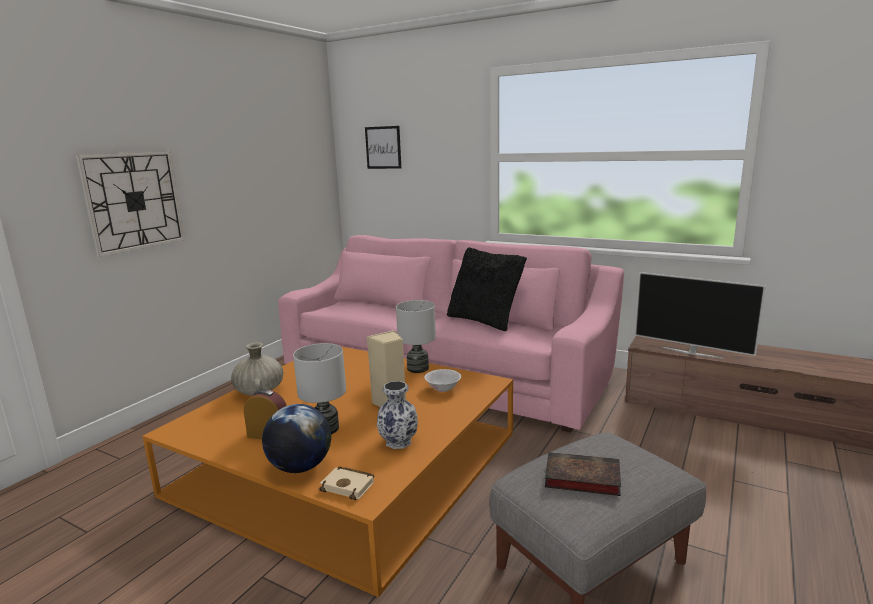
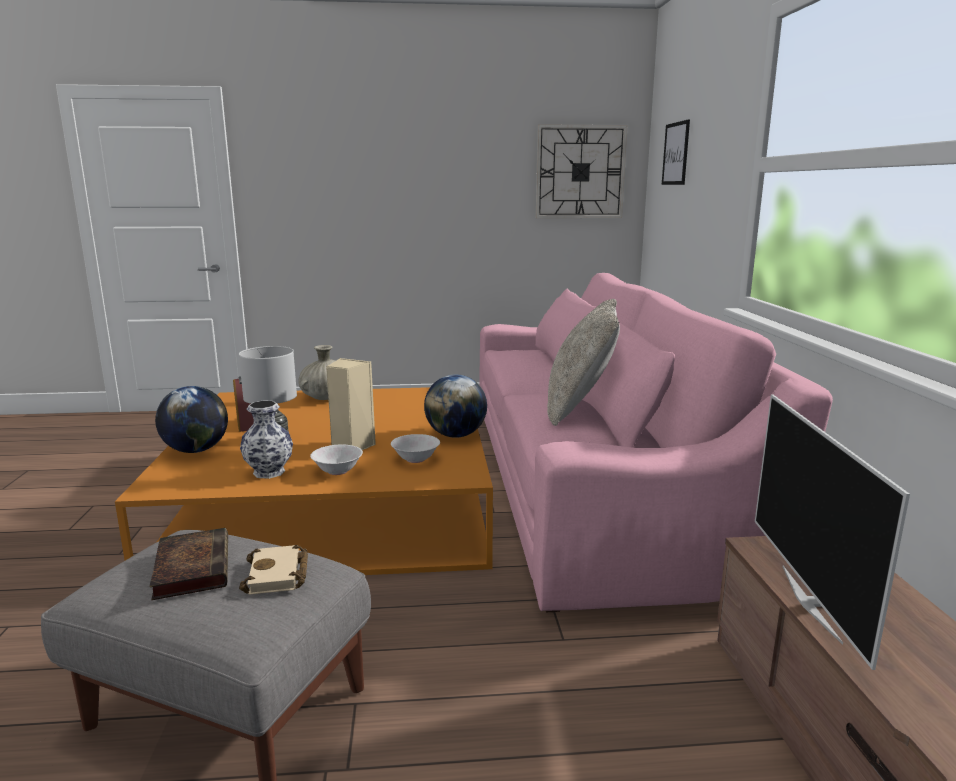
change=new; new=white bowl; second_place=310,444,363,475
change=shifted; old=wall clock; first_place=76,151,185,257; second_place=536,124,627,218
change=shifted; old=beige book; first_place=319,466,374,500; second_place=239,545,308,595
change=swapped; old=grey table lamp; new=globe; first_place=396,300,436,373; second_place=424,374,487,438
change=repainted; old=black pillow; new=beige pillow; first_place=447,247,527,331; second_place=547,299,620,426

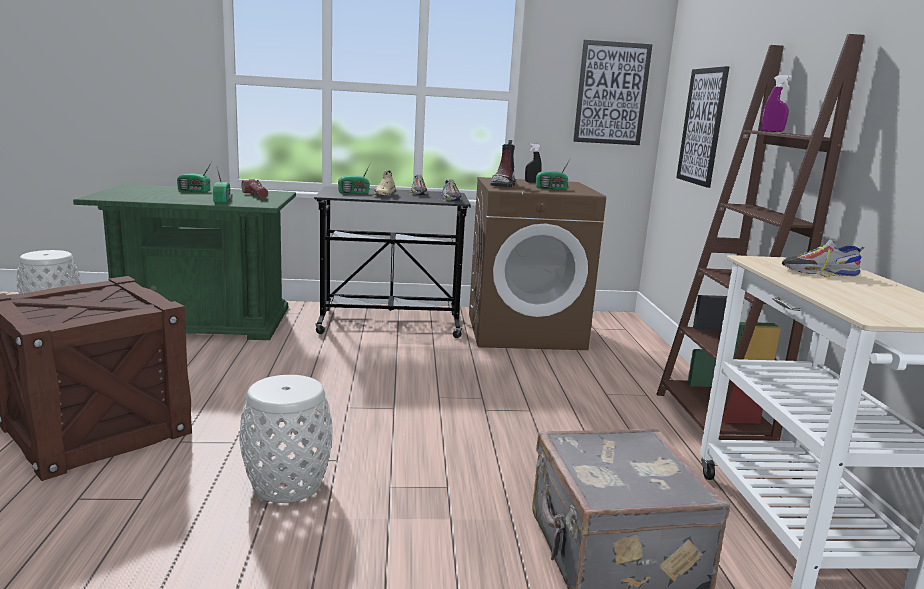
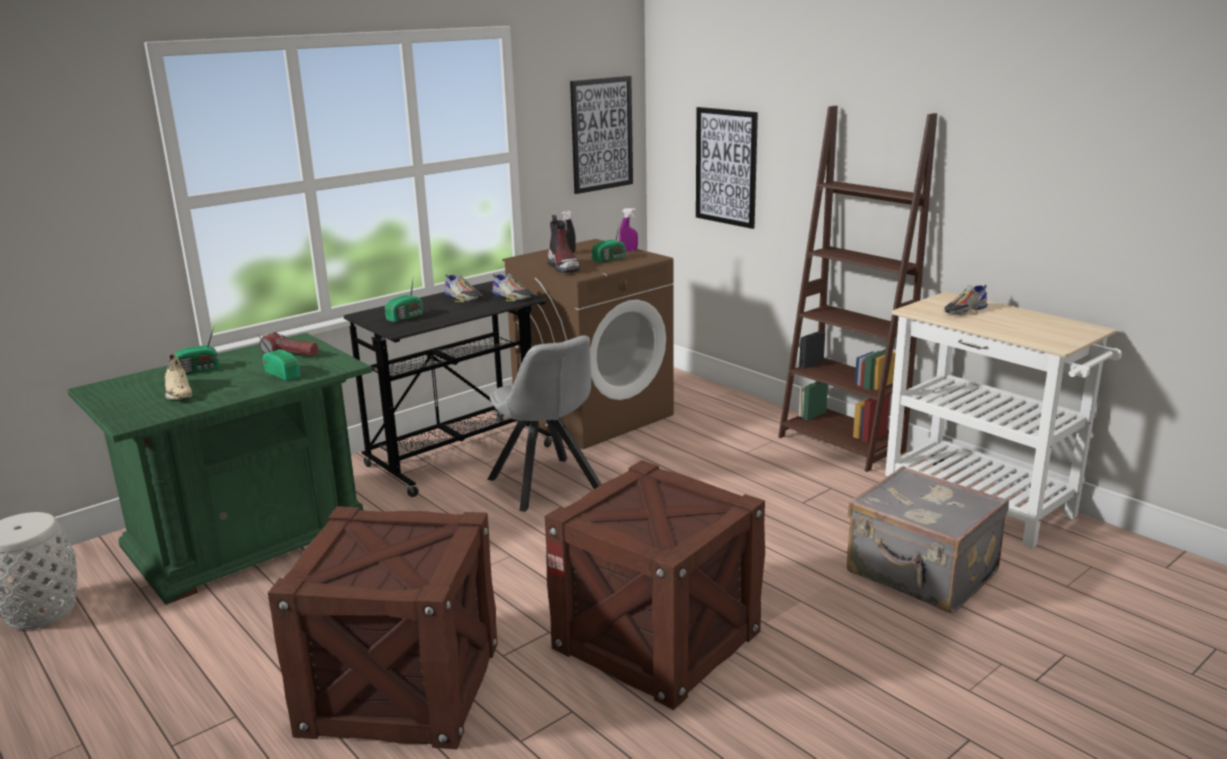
change=new; new=grey chair; second_place=487,335,602,512
change=shifted; old=beige shoe; first_place=373,171,396,196; second_place=165,353,192,399
change=shifted; old=purple spray bottle; first_place=762,75,792,132; second_place=619,208,638,251
change=swapped; old=white stool; new=crate; first_place=239,375,333,503; second_place=545,460,765,710

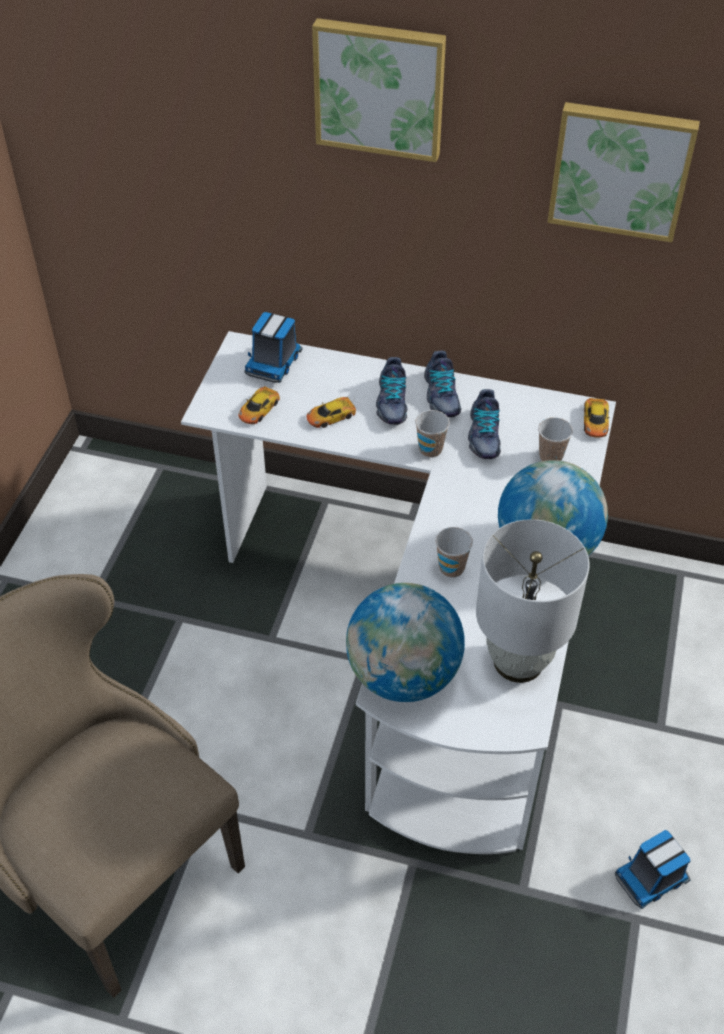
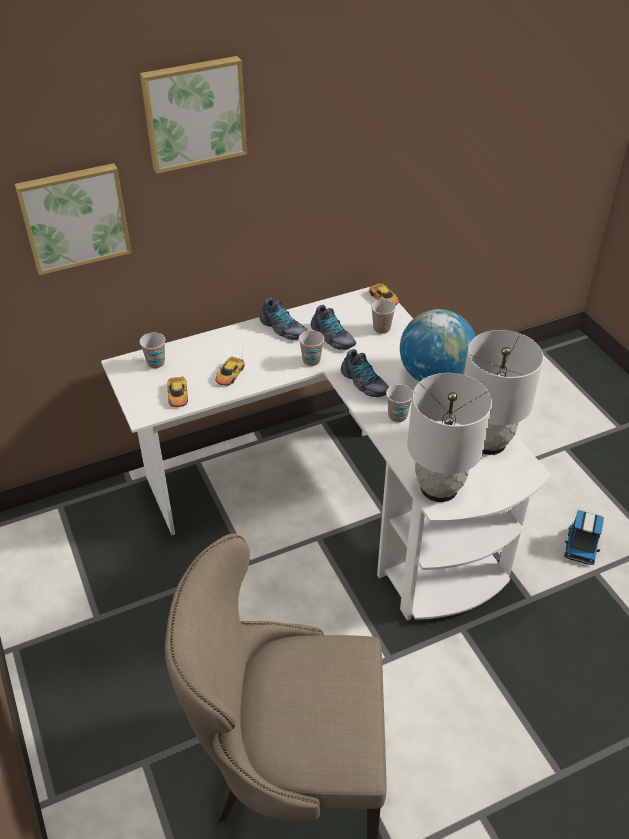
change=shifted; old=shoe; first_place=376,357,407,425; second_place=341,349,389,397
change=shifted; old=picture; first_place=547,102,700,242; second_place=15,163,132,275
change=swapped; old=toy truck; new=cup; first_place=244,312,303,383; second_place=139,332,165,368
change=swapped; old=globe; new=white table lamp; first_place=346,583,465,702; second_place=407,373,492,502

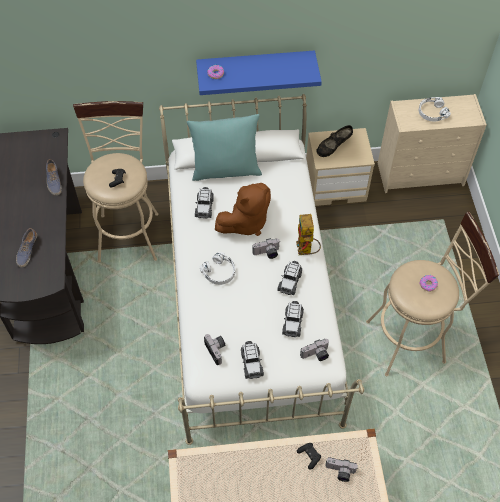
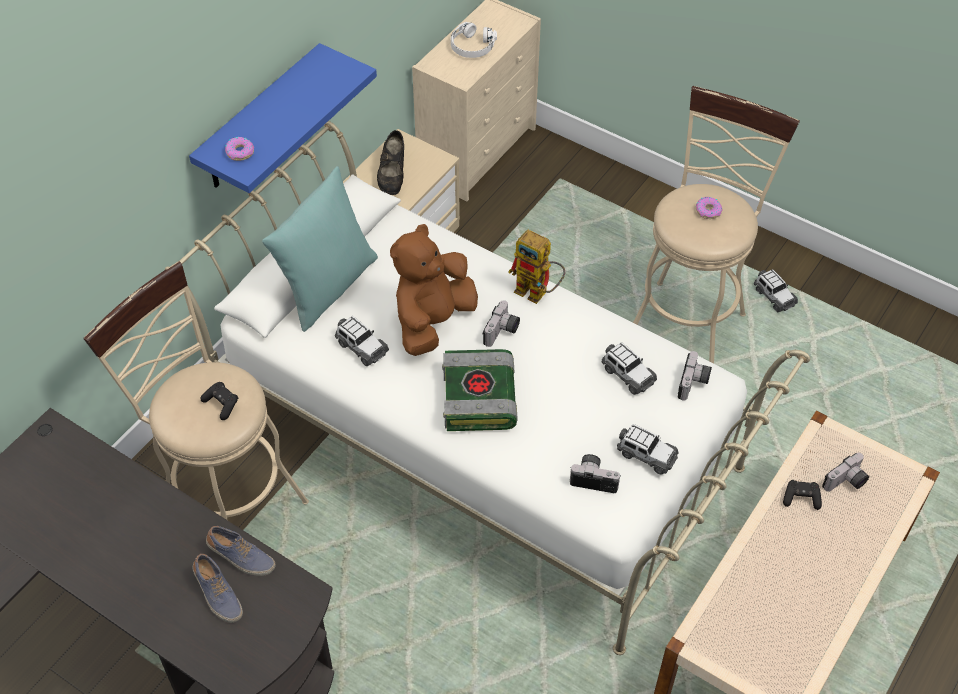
change=shifted; old=shoe; first_place=46,159,62,196; second_place=206,526,276,576
change=shifted; old=toy car; first_place=277,261,303,295; second_place=754,269,798,312
change=swapped; old=white headphones; new=book; first_place=200,252,236,285; second_place=442,349,518,431
change=rotated; old=brown plush toy; first_place=215,183,271,236; second_place=390,224,478,356; degrees=-150

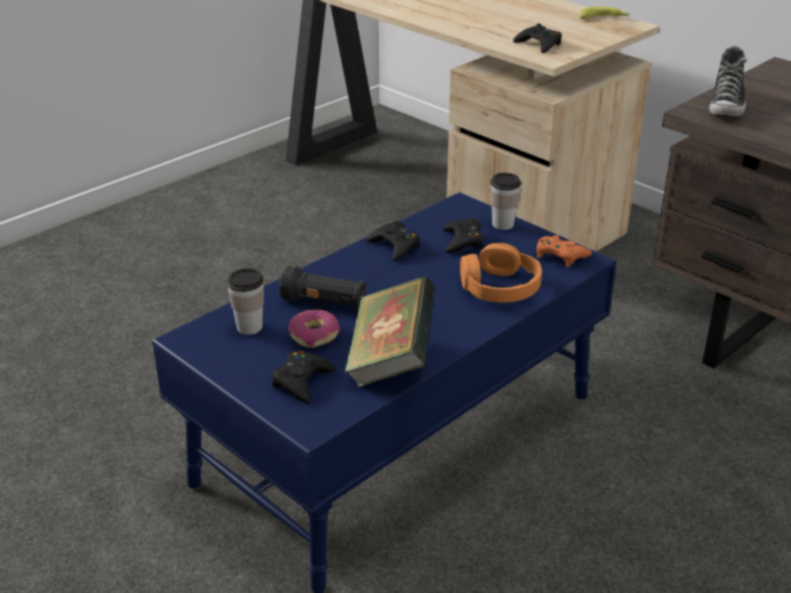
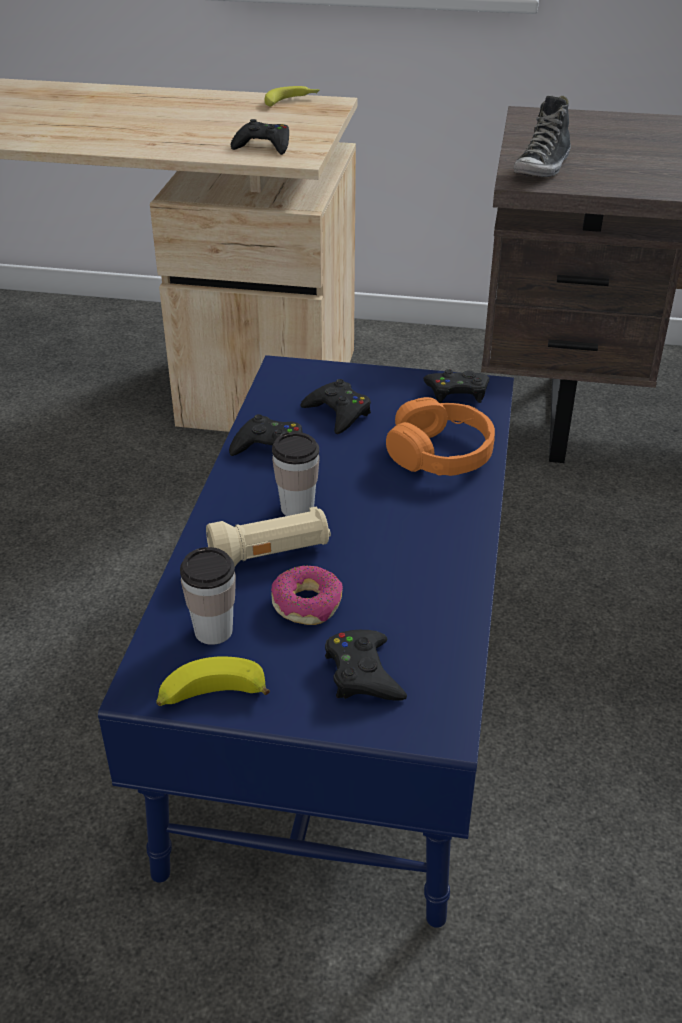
change=gone; old=book; first_place=345,276,435,387
change=new; new=banana; second_place=156,656,270,706
change=shifted; old=cup; first_place=490,173,521,230; second_place=272,432,320,516
change=repainted; old=black flashlight; new=beige flashlight; first_place=279,265,366,308; second_place=206,506,331,566
change=repainted; old=orange game controller; new=black game controller; first_place=537,235,592,267; second_place=423,369,489,403
change=rotated; old=shoe; first_place=709,46,746,117; second_place=514,96,571,177; degrees=45

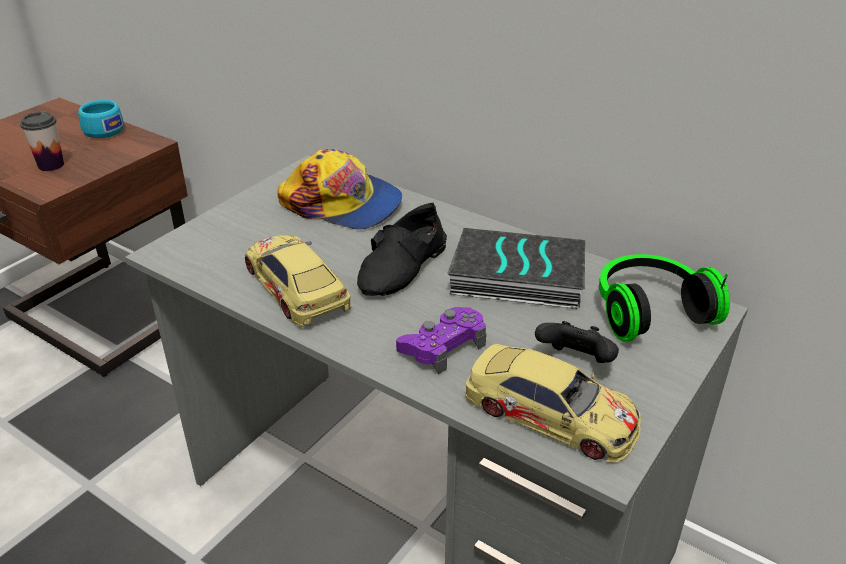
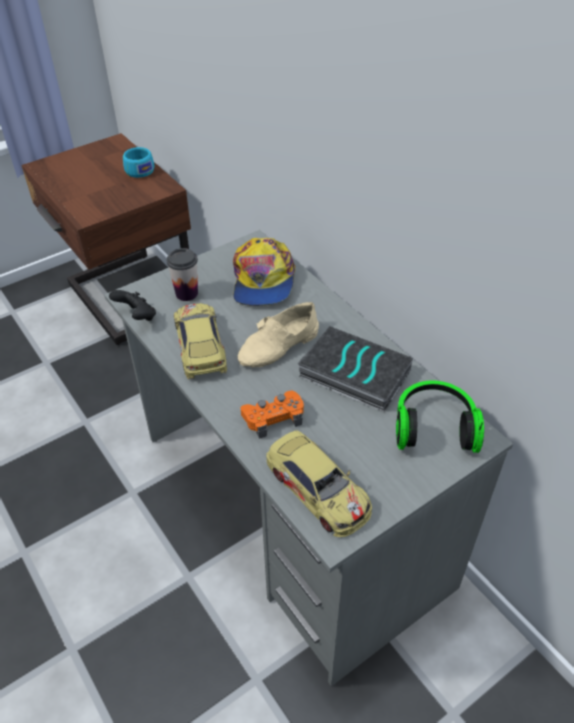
change=shifted; old=cup; first_place=20,112,64,171; second_place=166,248,198,301
change=shifted; old=black game controller; first_place=535,321,619,363; second_place=109,290,156,321
change=repainted; old=black shoe; new=beige shoe; first_place=357,203,447,296; second_place=238,302,319,368
change=repainted; old=purple game controller; new=orange game controller; first_place=396,307,486,374; second_place=241,391,304,439
change=rotated; old=cap; first_place=277,149,402,230; second_place=233,238,295,306; degrees=45

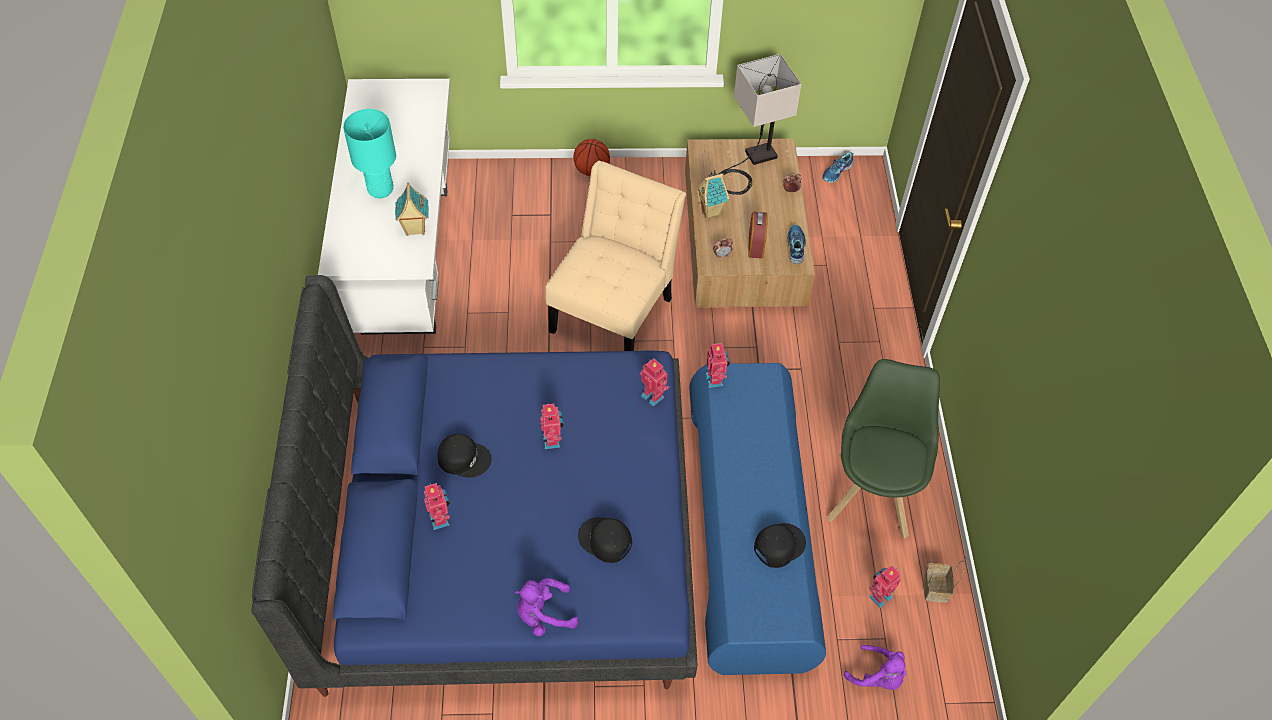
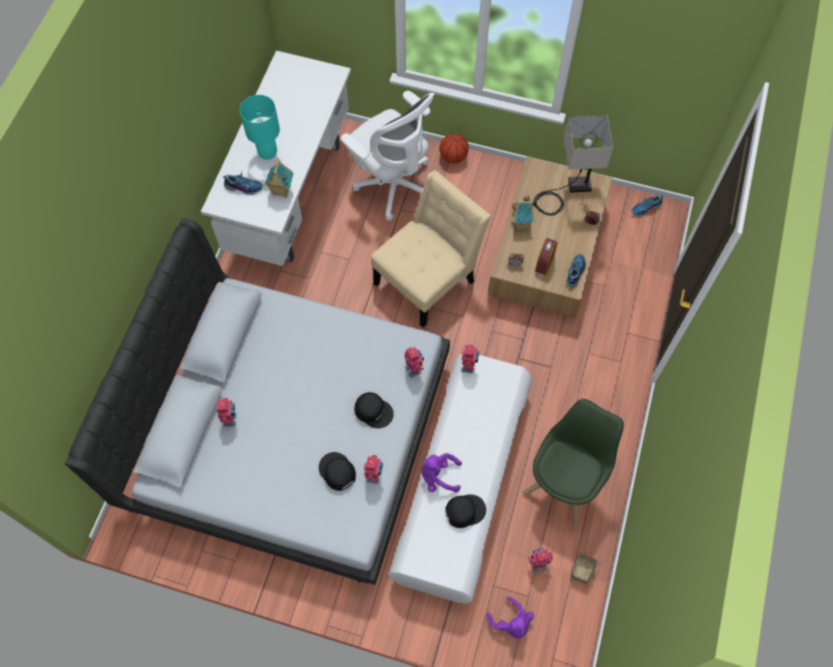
change=new; new=shoe; second_place=223,170,263,195
change=new; new=white office chair; second_place=341,91,435,221
change=shifted; old=black cap; first_place=437,433,491,478; second_place=354,392,394,428
change=shifted; old=purple plush toy; first_place=515,578,578,636; second_place=421,453,462,492
change=shifted; old=toy robot; first_place=540,402,564,449; second_place=364,455,383,484
change=repainted; old=blue bed; new=grey bed; first_place=251,275,697,697; second_place=65,218,450,585
change=repainted; old=blue bench; new=white bench; first_place=690,363,826,675; second_place=389,354,532,603

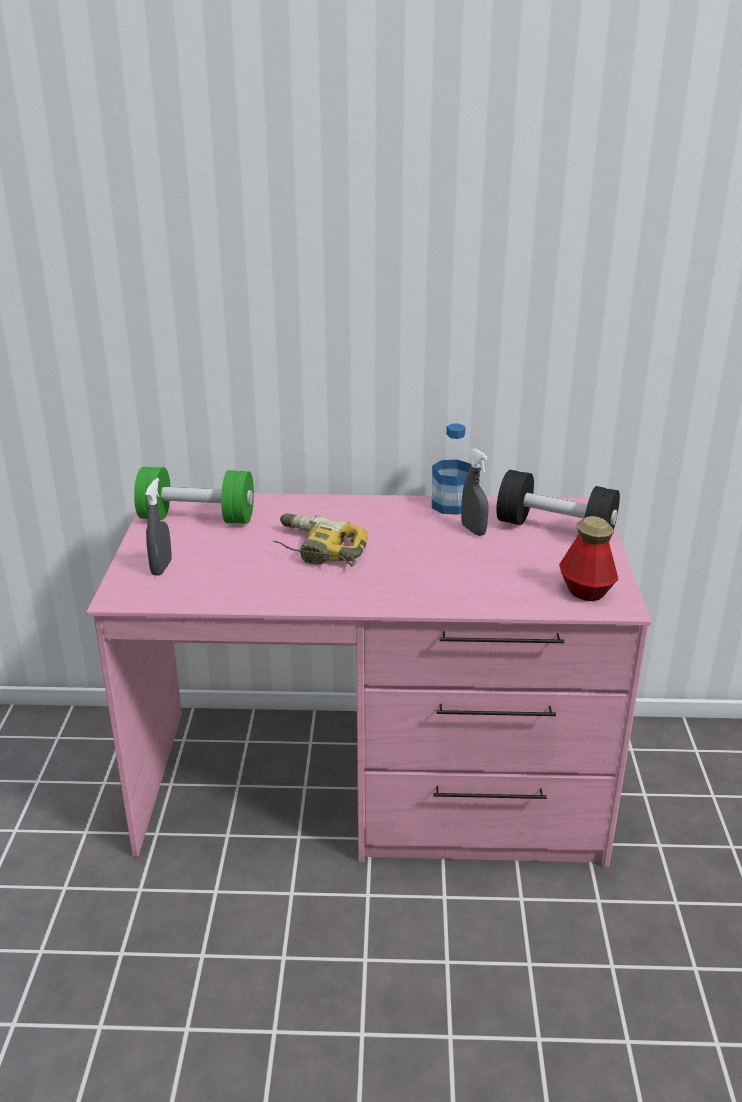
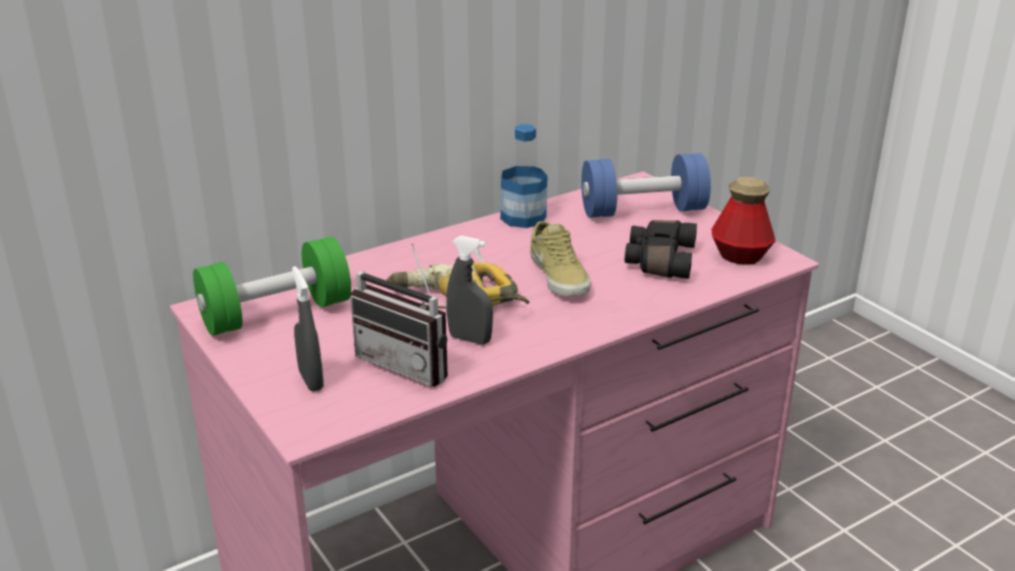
change=new; new=radio; second_place=350,243,448,387
change=new; new=beige shoe; second_place=530,221,591,296
change=new; new=black binoculars; second_place=625,220,697,279
change=shifted; old=grey spray bottle; first_place=461,448,489,536; second_place=446,236,493,344
change=repainted; old=black dumbbell; new=blue dumbbell; first_place=496,470,620,540; second_place=581,153,711,218

